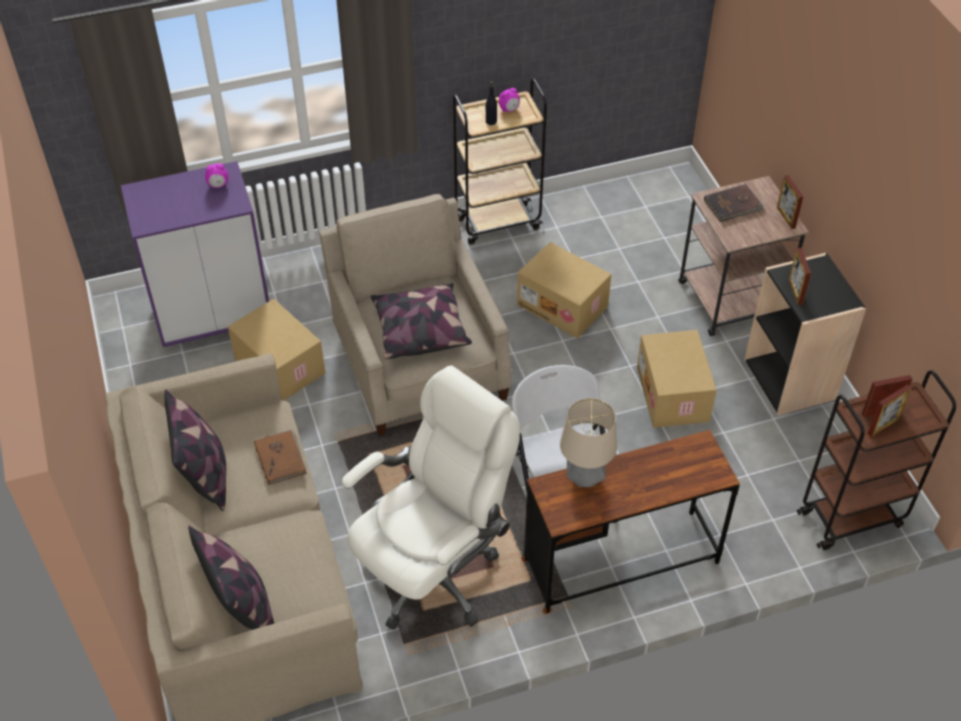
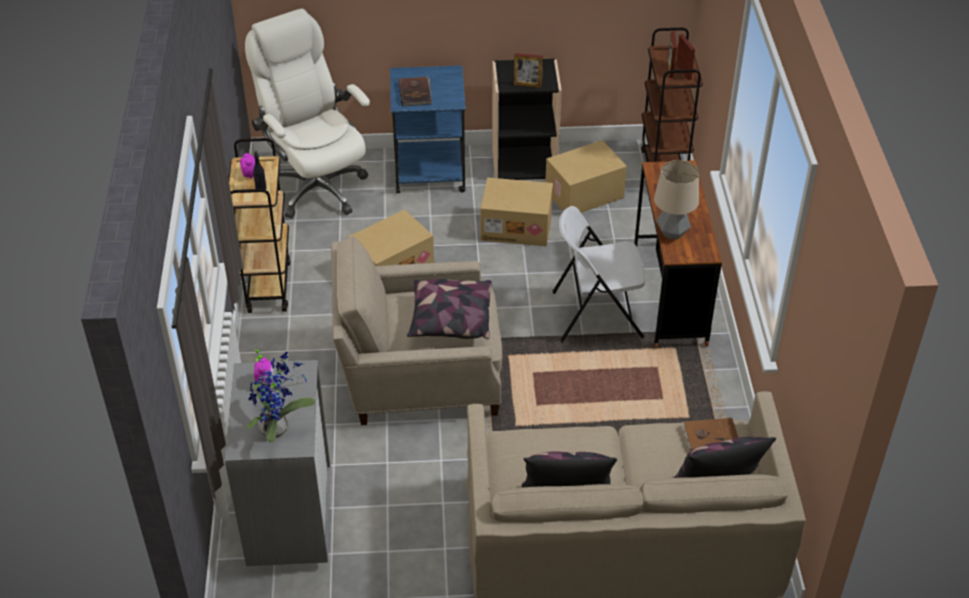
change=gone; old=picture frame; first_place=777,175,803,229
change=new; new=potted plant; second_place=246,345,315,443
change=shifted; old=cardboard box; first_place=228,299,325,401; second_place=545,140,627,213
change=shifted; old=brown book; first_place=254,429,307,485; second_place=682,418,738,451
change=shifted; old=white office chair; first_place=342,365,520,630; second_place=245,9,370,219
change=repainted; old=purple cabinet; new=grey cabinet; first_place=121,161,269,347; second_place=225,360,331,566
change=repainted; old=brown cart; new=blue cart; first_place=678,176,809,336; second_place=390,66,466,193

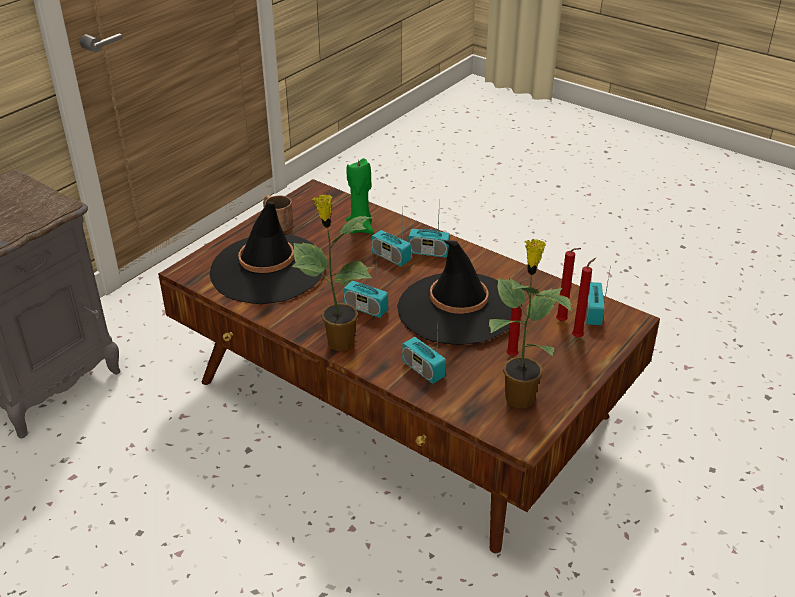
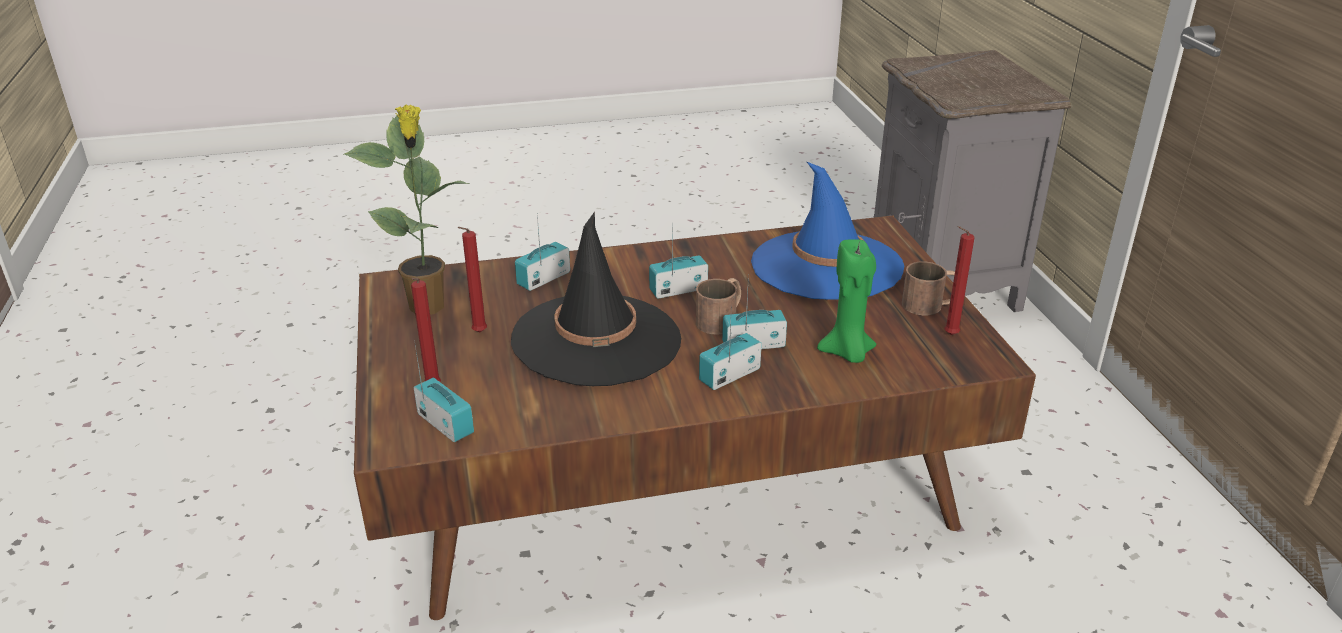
change=gone; old=potted plant; first_place=292,194,374,351
change=new; new=brown mug; second_place=696,278,741,334
change=shifted; old=red candle; first_place=556,248,581,321; second_place=944,226,975,335
change=repainted; old=black hat; new=blue hat; first_place=209,201,324,304; second_place=751,161,904,300
change=rotated; old=radio; first_place=402,329,446,384; second_place=515,216,570,291; degrees=-45

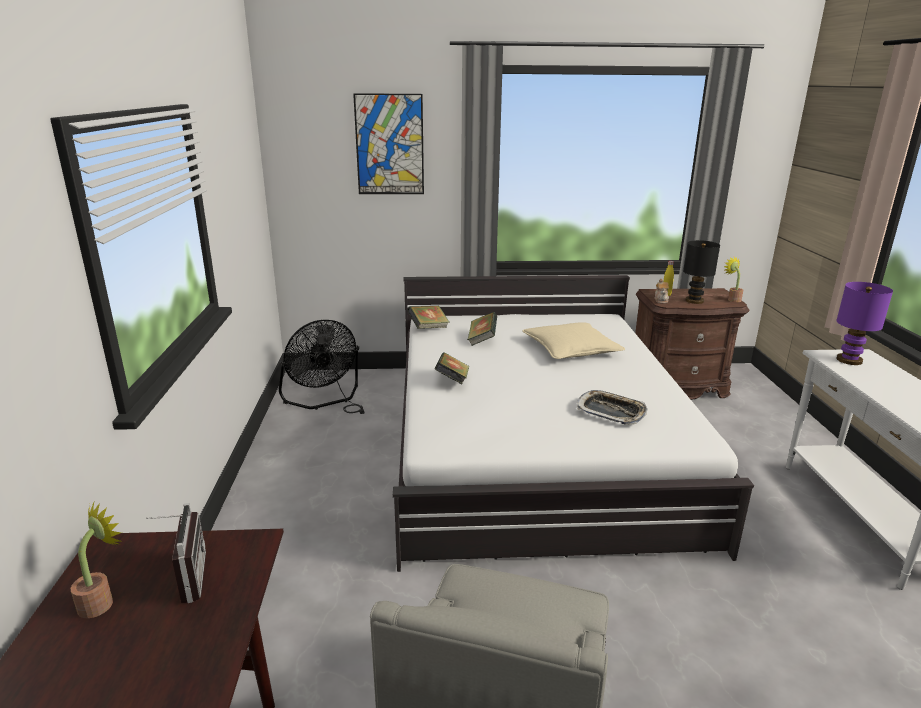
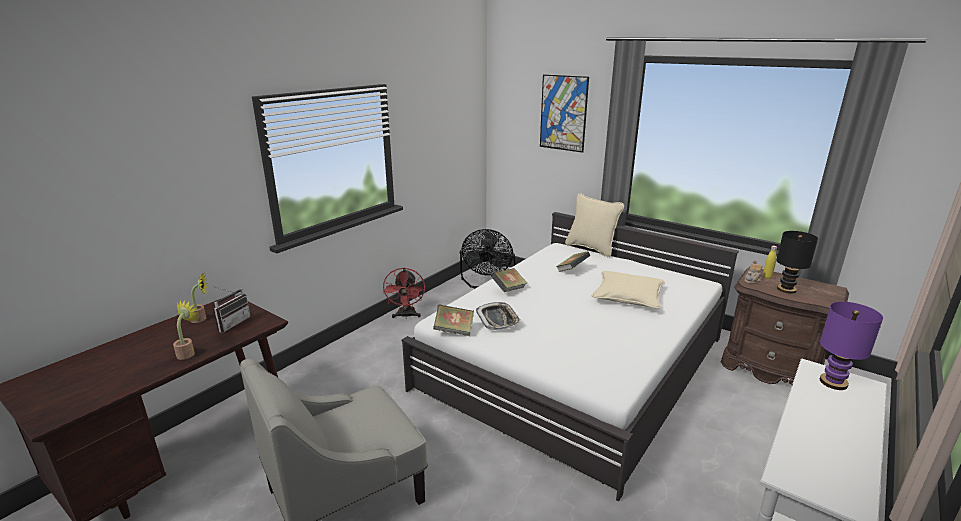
change=new; new=red fan; second_place=383,268,425,318
change=new; new=beige pillow; second_place=565,193,624,257
change=shifted; old=book; first_place=407,306,450,329; second_place=433,304,474,336
change=shifted; old=tray; first_place=577,390,648,425; second_place=476,302,521,330
change=shifted; old=potted plant; first_place=724,257,743,302; second_place=173,300,198,360

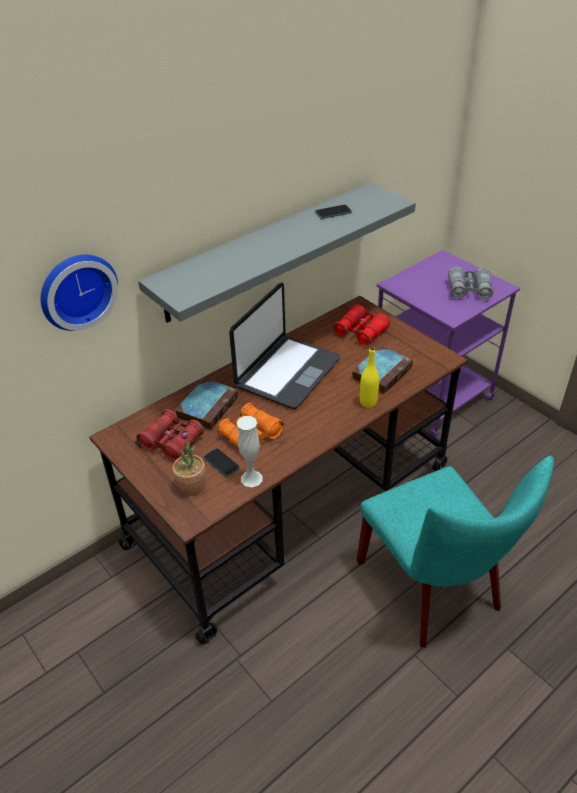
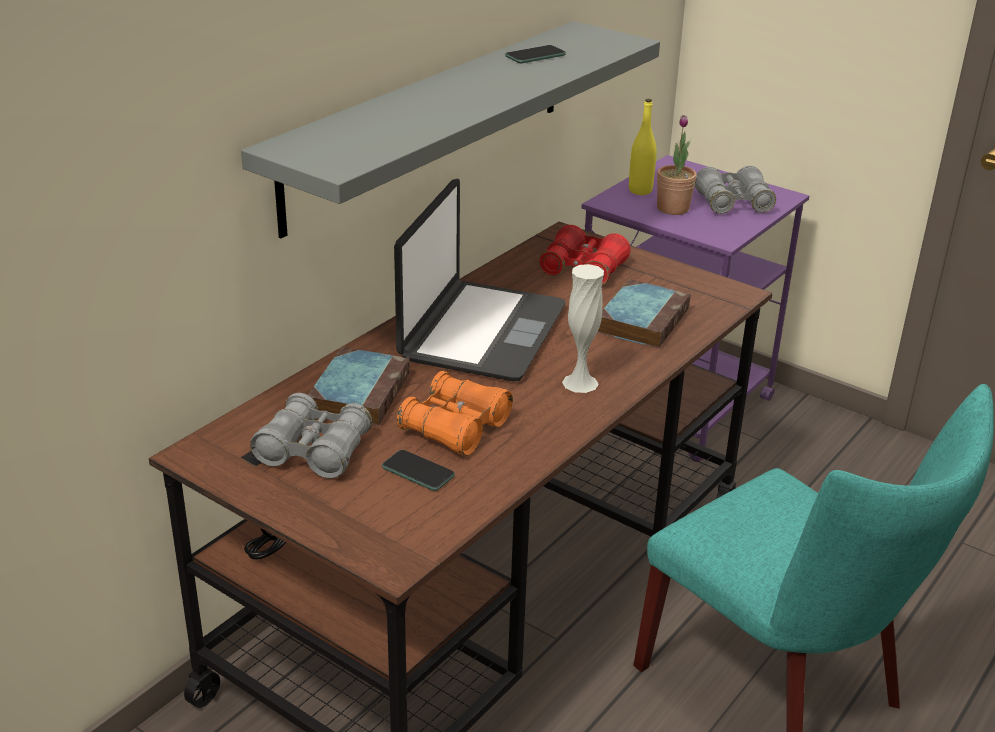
change=gone; old=wall clock; first_place=41,255,118,331
change=shifted; old=potted plant; first_place=173,430,205,496; second_place=657,115,697,215
change=shifted; old=white vase; first_place=237,416,263,487; second_place=562,264,604,393
change=shifted; old=yellow bottle; first_place=360,346,379,408; second_place=629,99,657,195
change=repainted; old=red binoculars; new=grey binoculars; first_place=136,409,204,462; second_place=250,393,373,479

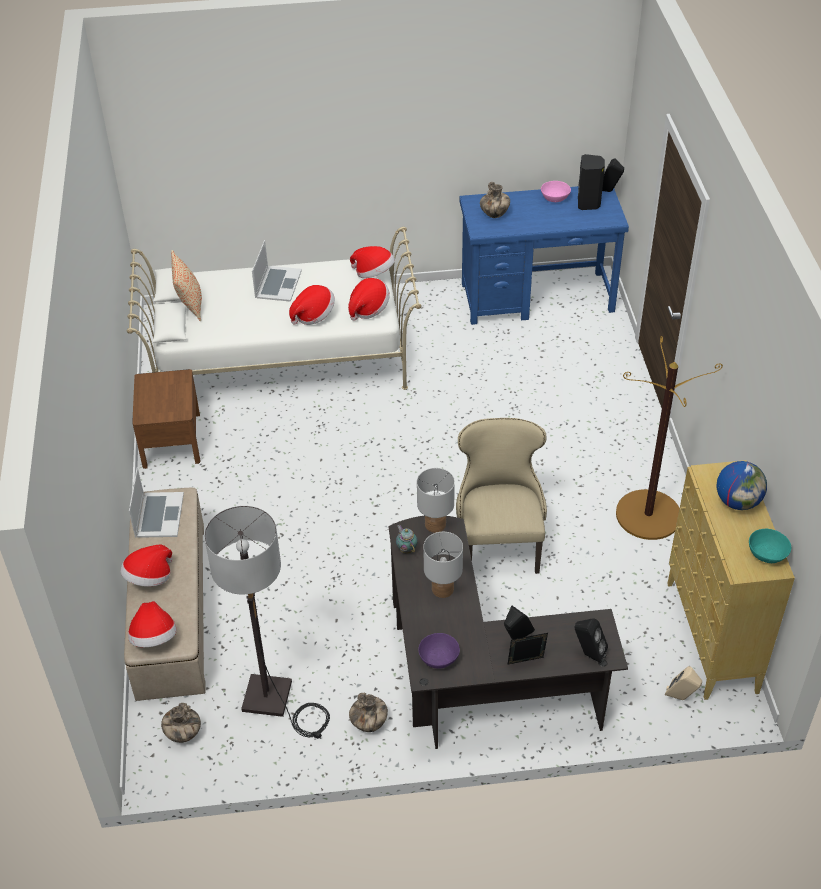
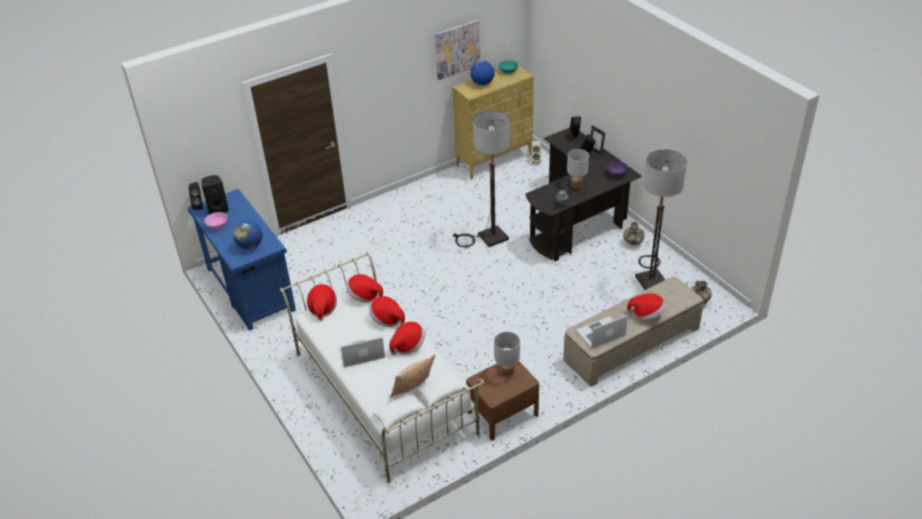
change=gone; old=brown clothes rack; first_place=616,336,723,540
change=new; new=picture; second_place=435,20,480,80
change=shifted; old=hat; first_place=128,601,177,647; second_place=389,322,425,355
change=shifted; old=grey table lamp; first_place=417,468,455,533; second_place=494,332,520,377
change=swapped; old=beige chair; new=floor lamp; first_place=456,418,547,574; second_place=453,110,510,247
change=swapped; old=vase; new=globe; first_place=480,182,510,218; second_place=233,221,263,249

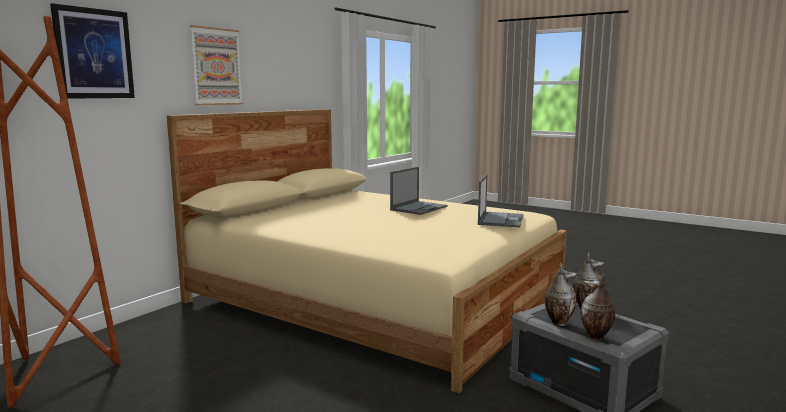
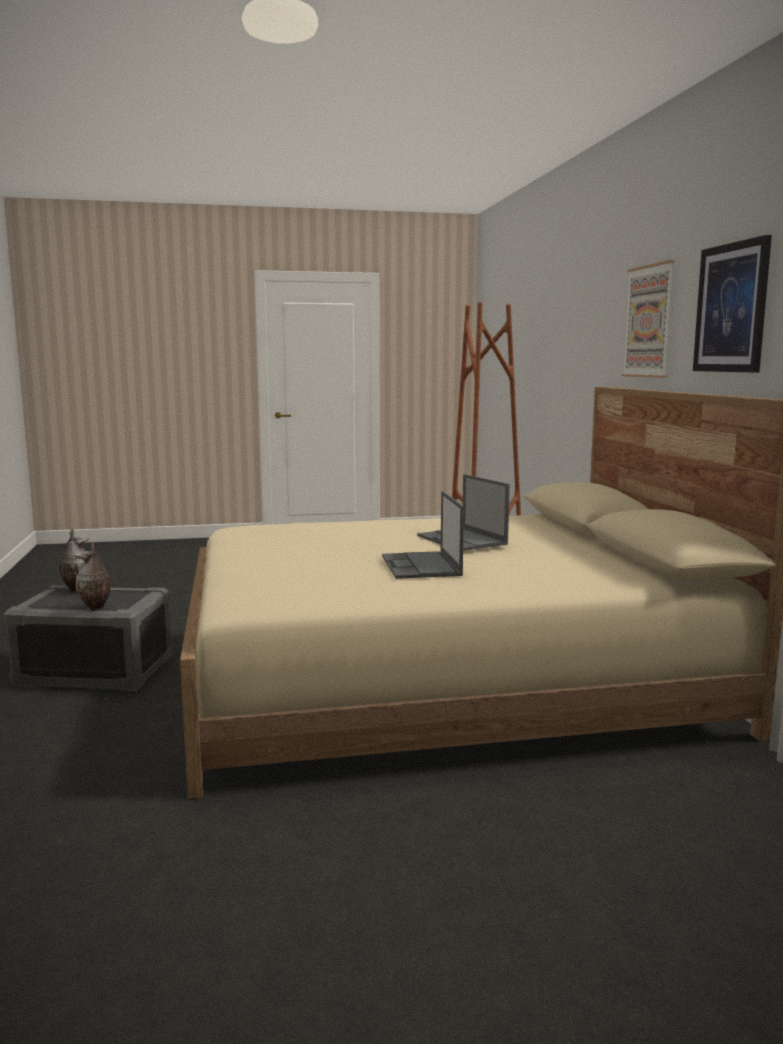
change=gone; old=vase; first_place=544,262,577,326
change=shifted; old=picture; first_place=50,3,135,99; second_place=693,235,772,373
change=shifted; old=laptop; first_place=478,174,524,228; second_place=417,474,510,551

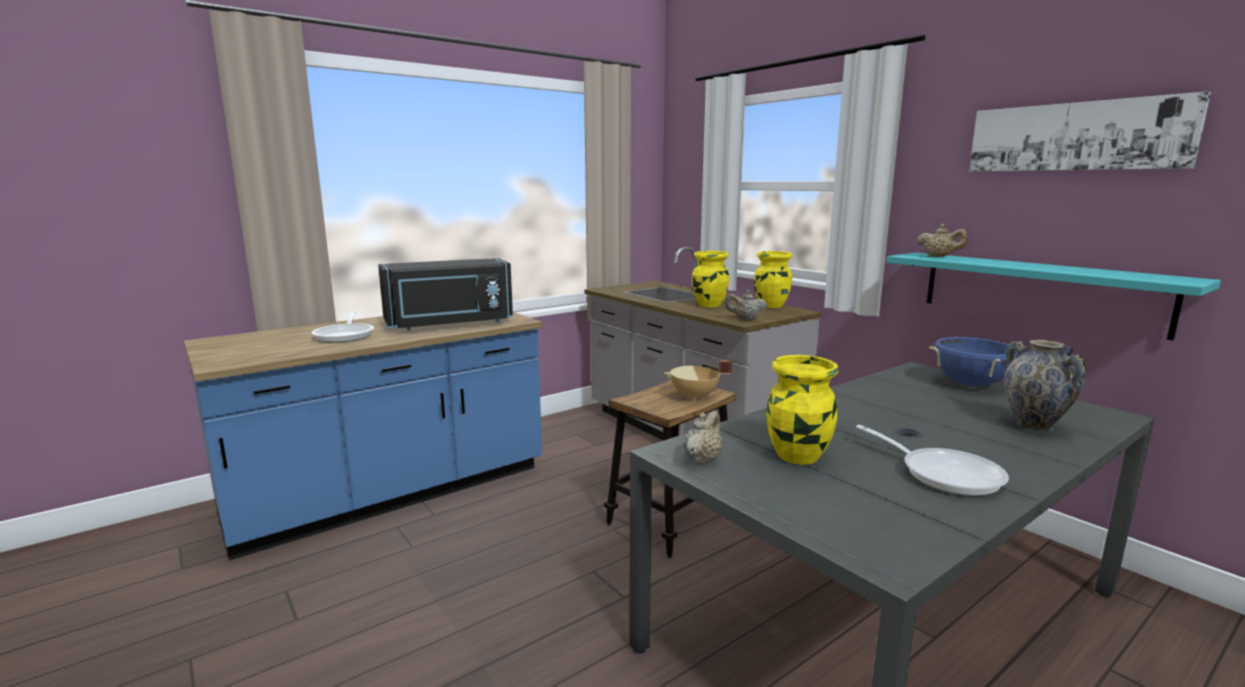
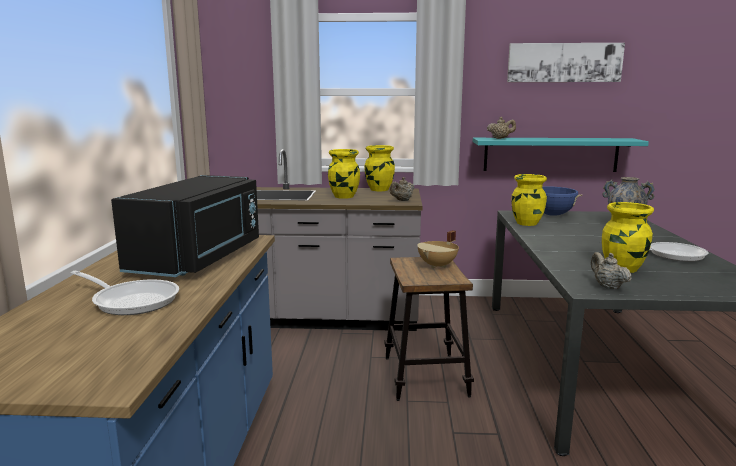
change=new; new=yellow vase; second_place=511,174,547,226

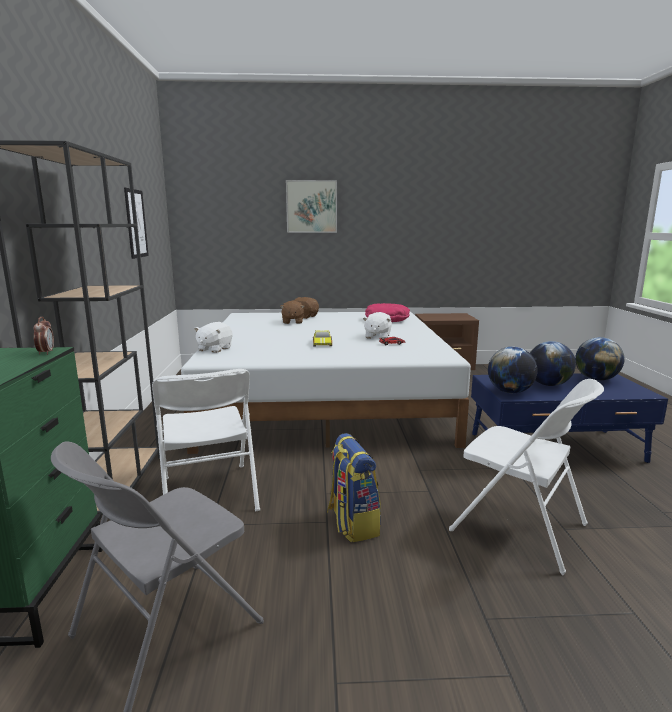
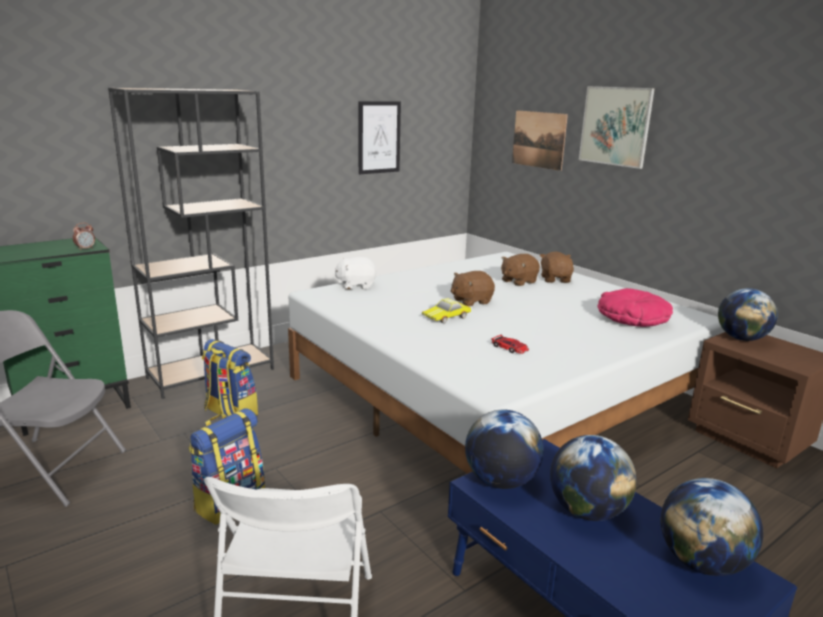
change=gone; old=white plush toy; first_place=363,312,392,339
change=new; new=brown plush toy; second_place=451,271,495,306
change=new; new=picture; second_place=512,110,568,171
change=new; new=globe; second_place=718,288,778,341
change=swapped; old=white chair; new=backpack; first_place=152,369,260,512; second_place=202,339,258,416

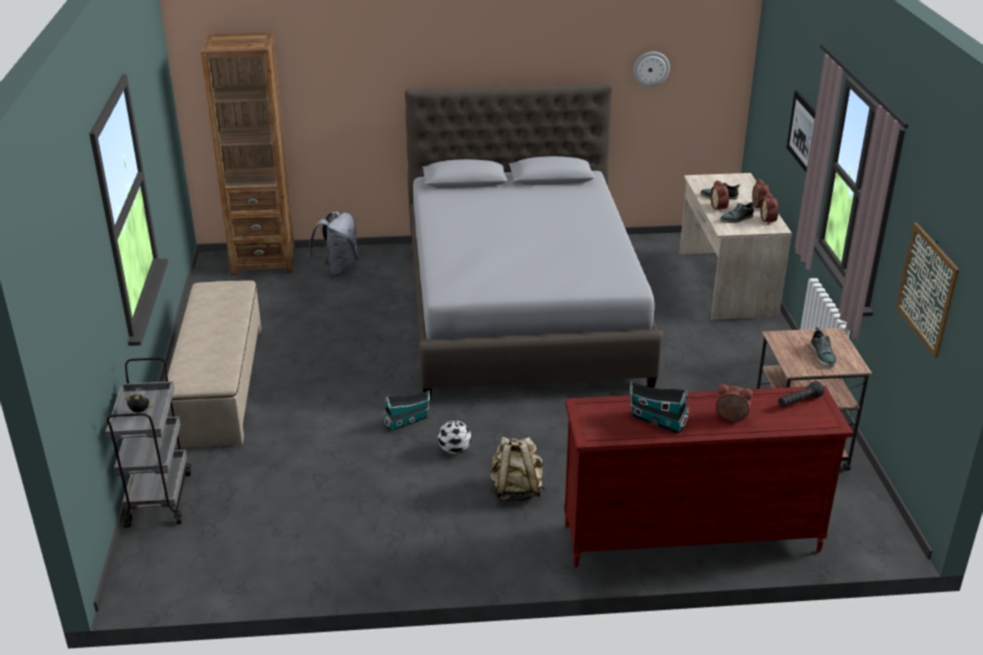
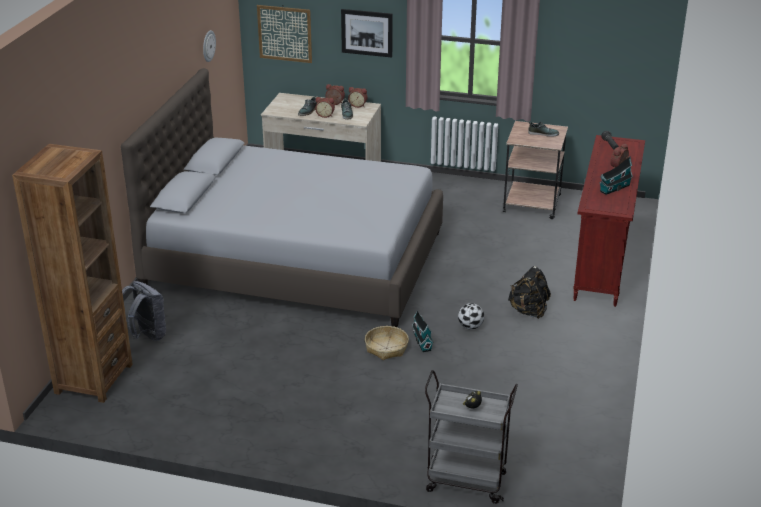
change=gone; old=beige bench; first_place=167,280,261,448
change=new; new=basket; second_place=365,326,409,360
change=shifted; old=picture; first_place=896,223,959,358; second_place=257,5,312,63
change=repainted; old=beige backpack; new=black backpack; first_place=490,437,545,501; second_place=508,266,551,319

